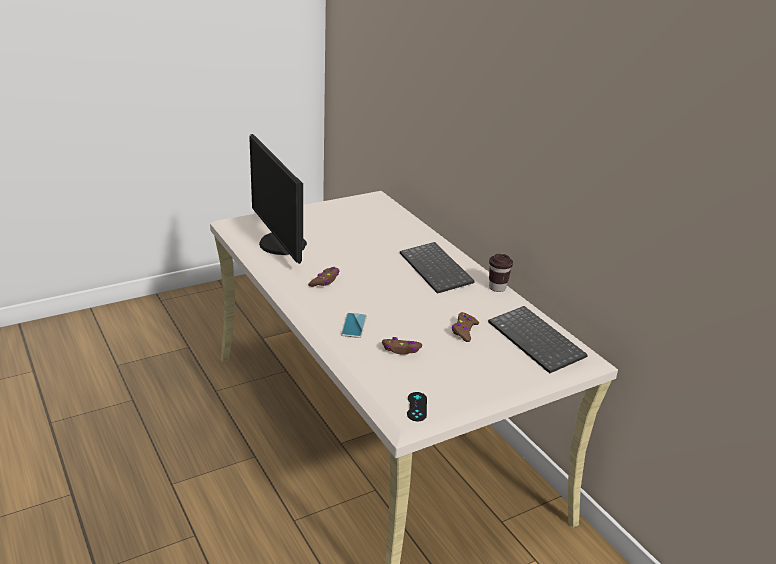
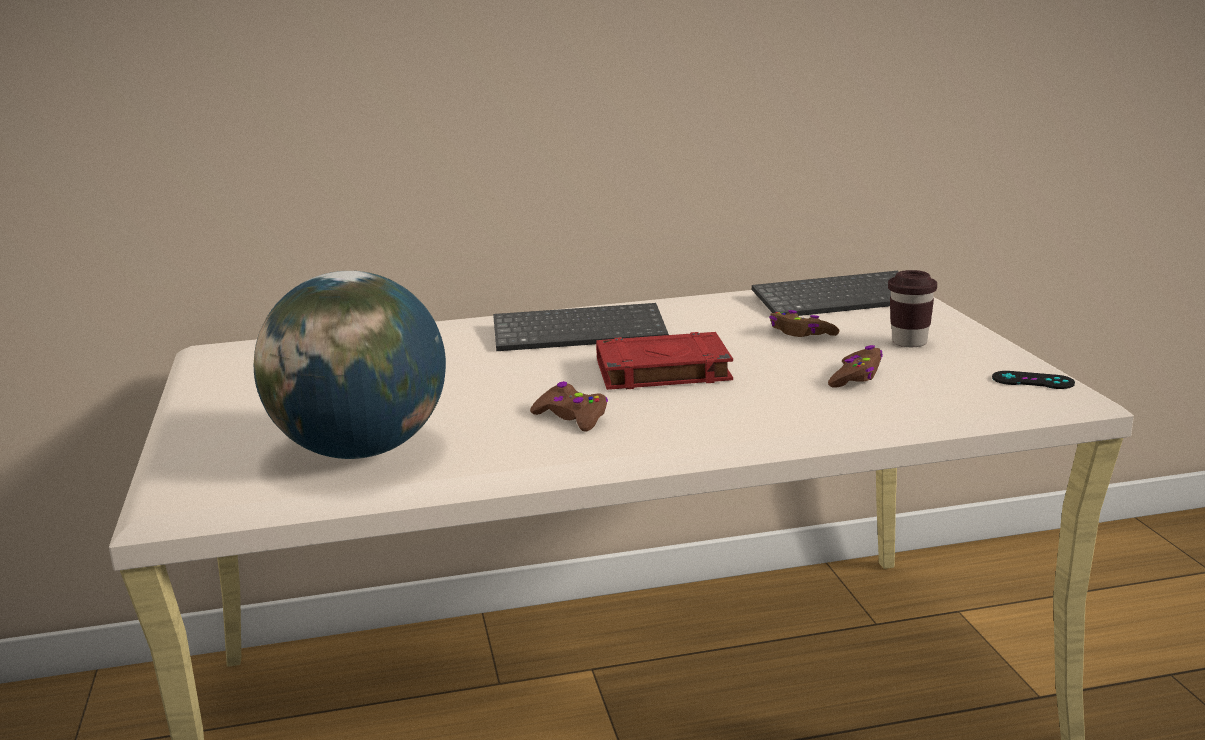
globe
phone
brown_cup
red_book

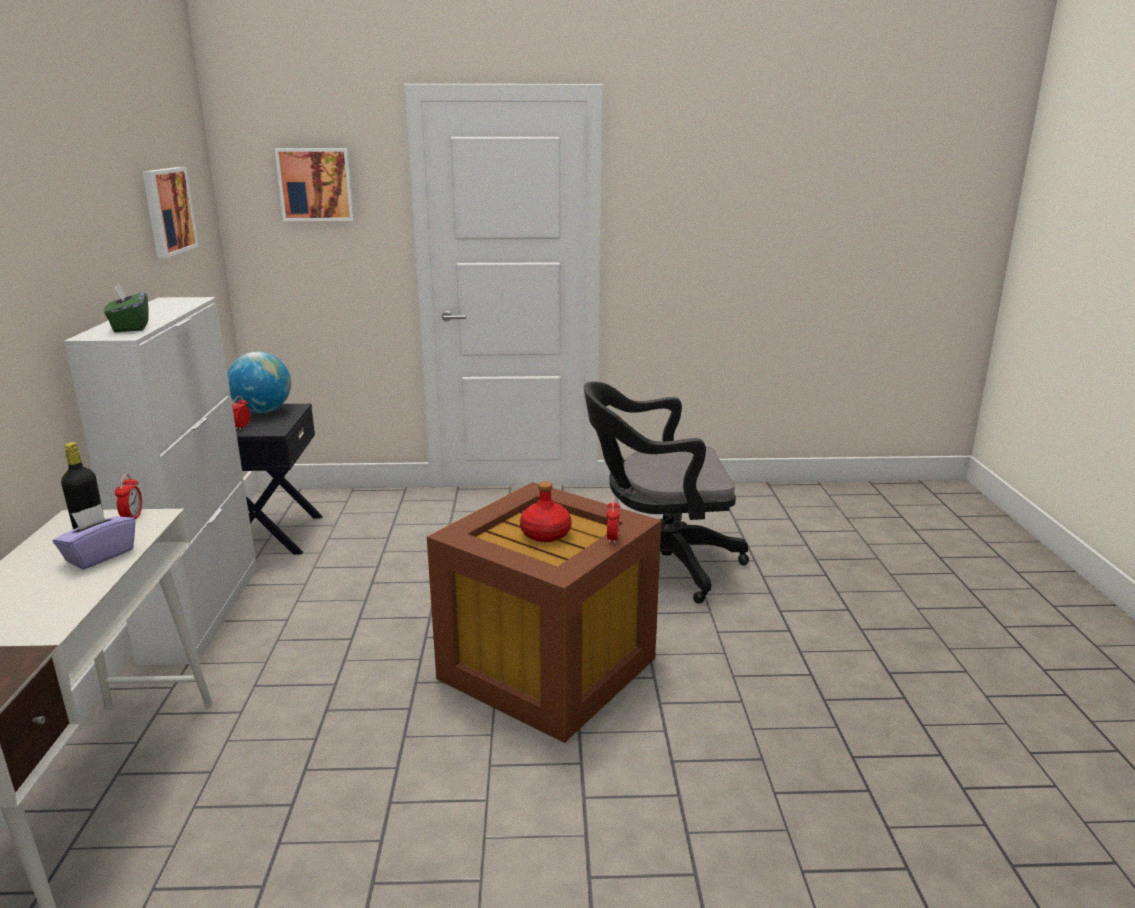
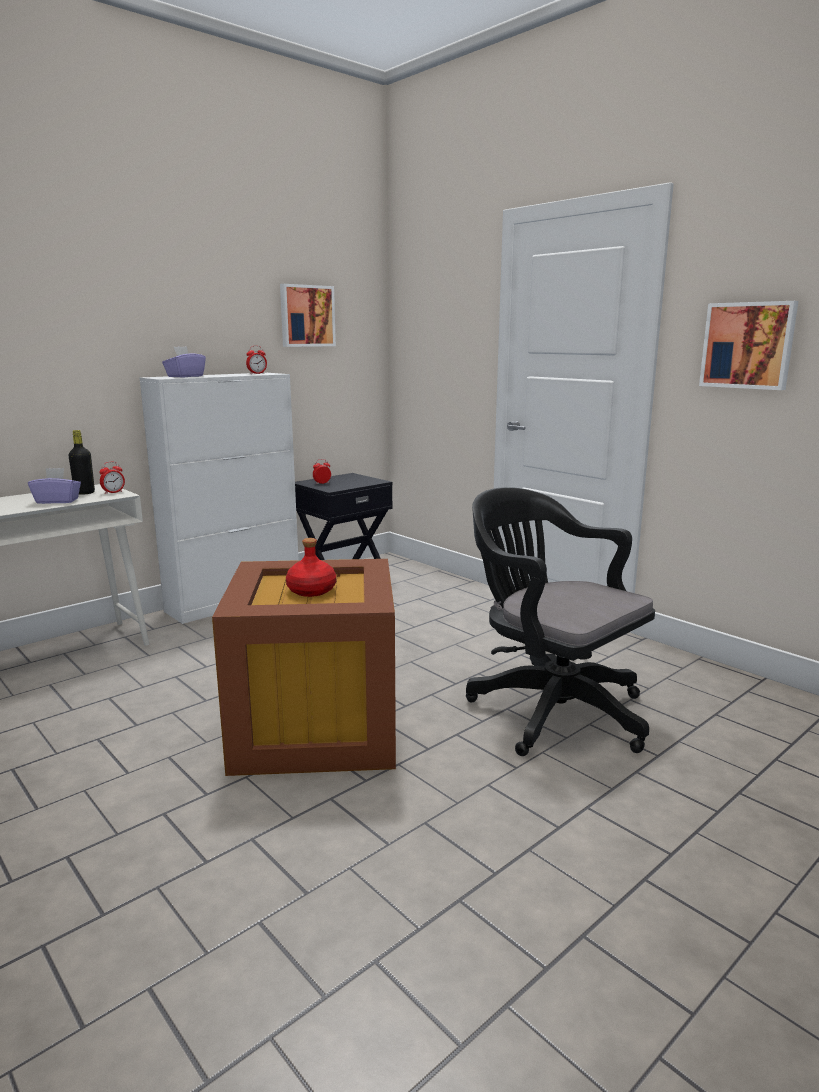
purple_tissue_box (no. 2 from left)
globe
picture (no. 2 from left)
alarm_clock (no. 2 from left)

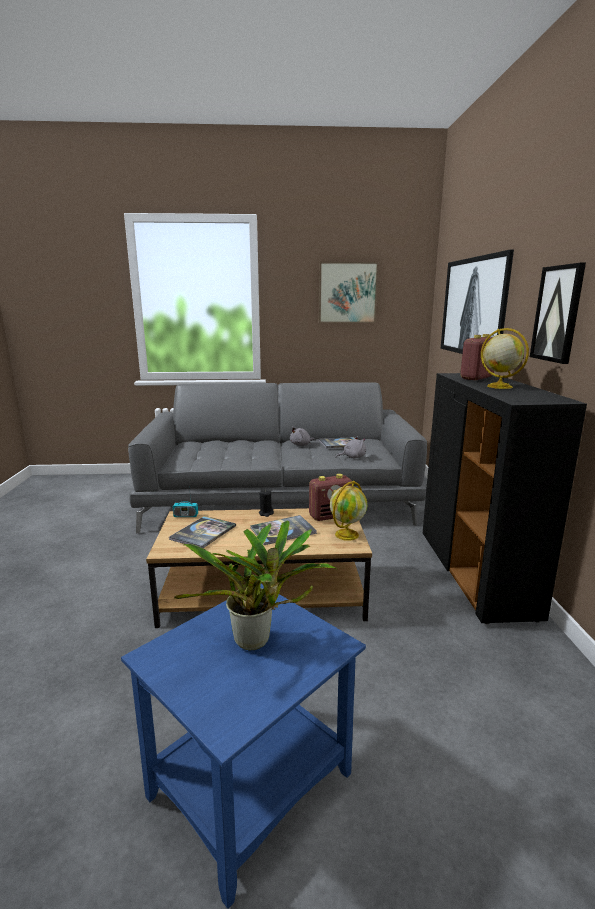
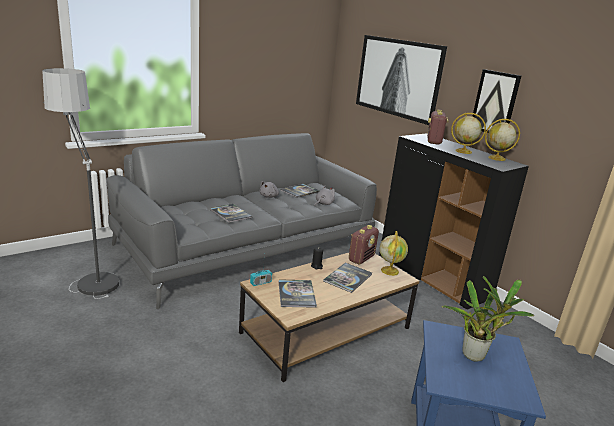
picture (no. 1 from left in the first image)
floor_lamp
book (no. 1 from left)
globe (no. 3 from left)

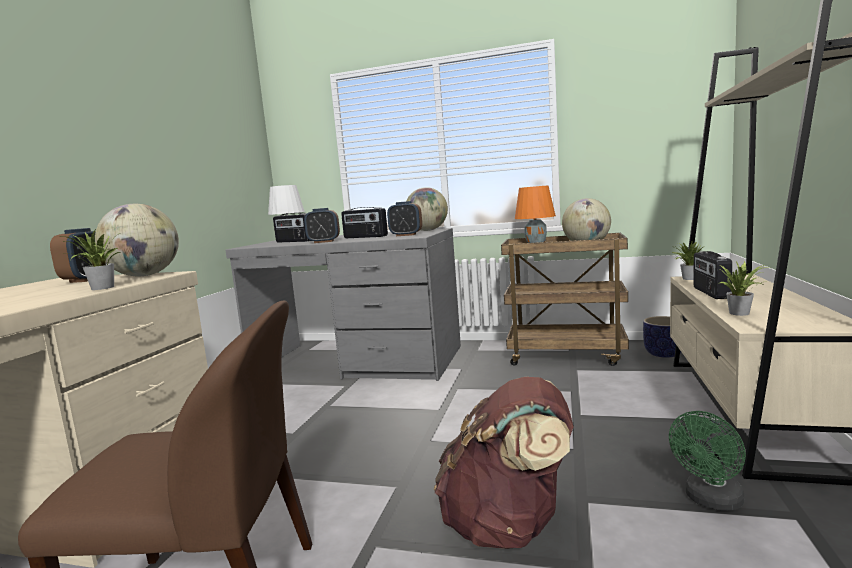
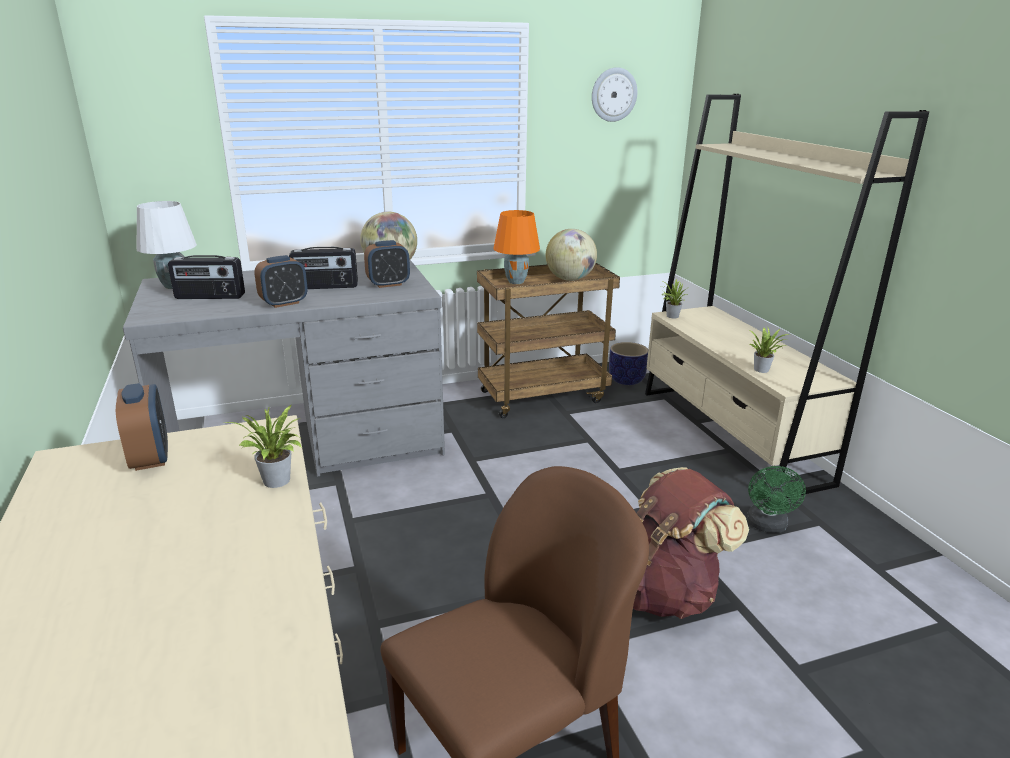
globe (no. 1 from left in the first image)
radio (no. 3 from left in the first image)
wall_clock

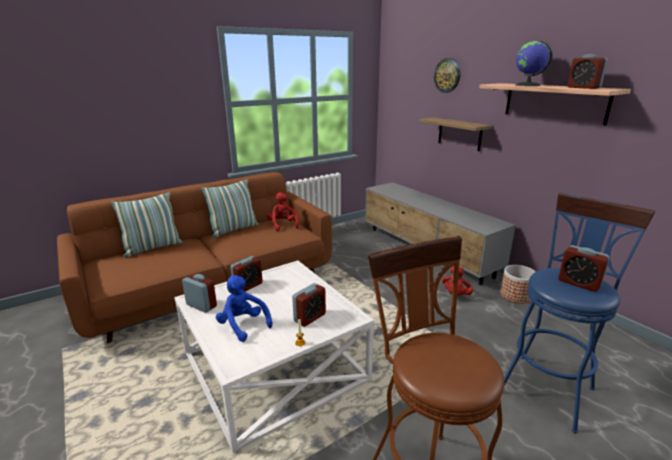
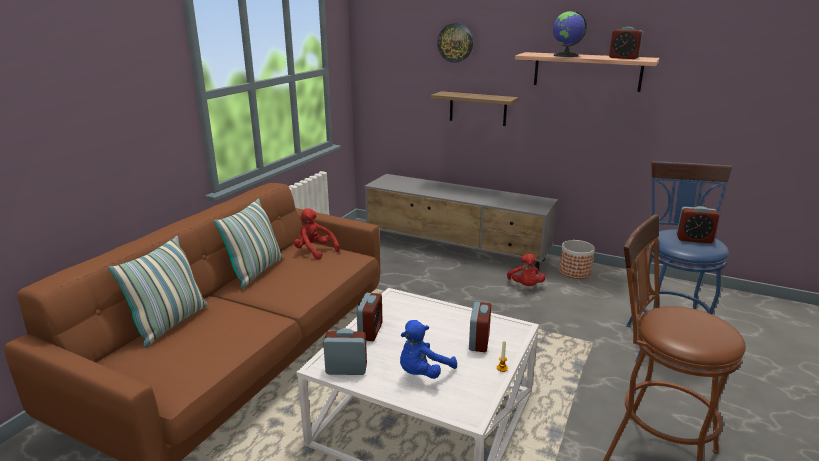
blue_plush_toy

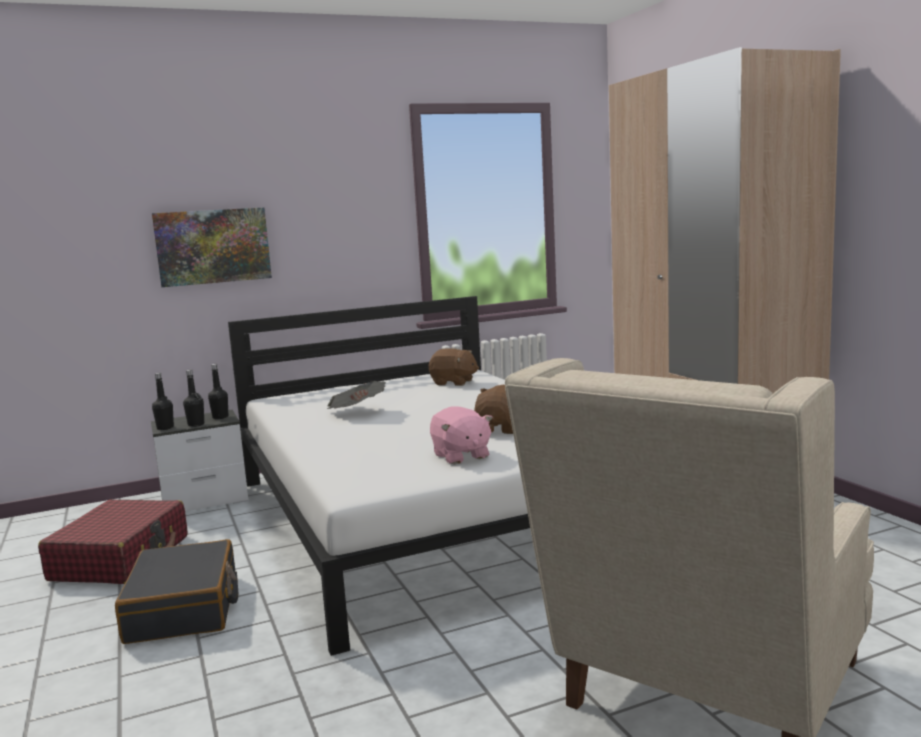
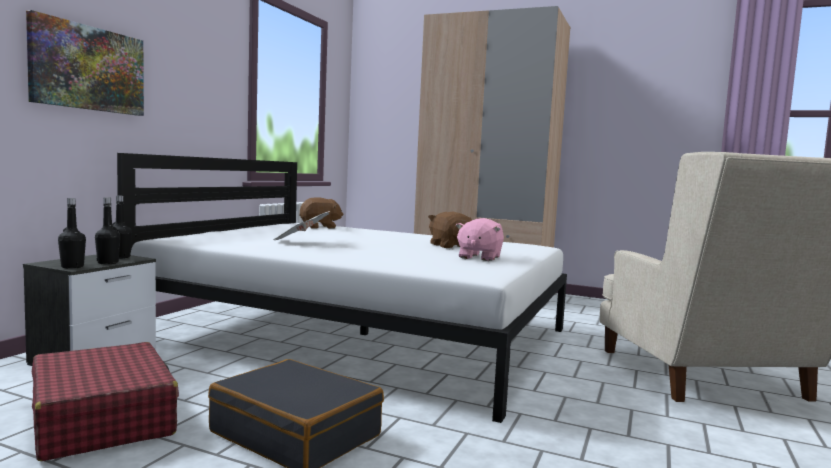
pink_plush_toy

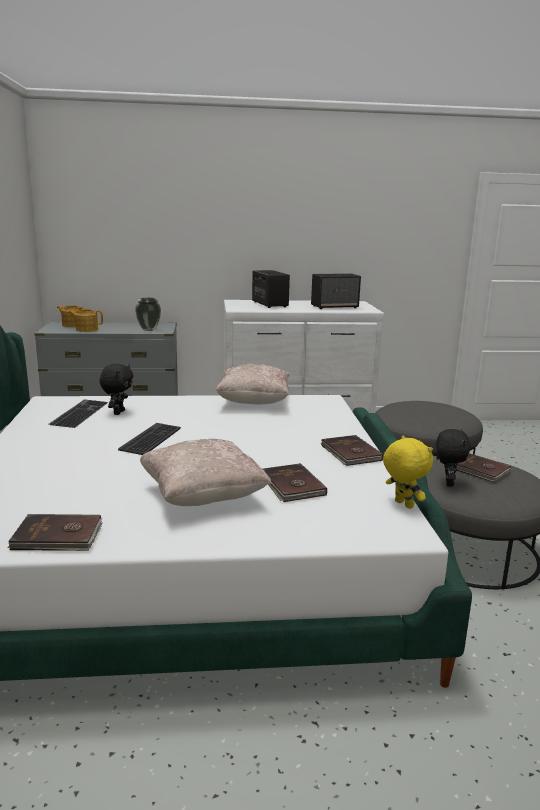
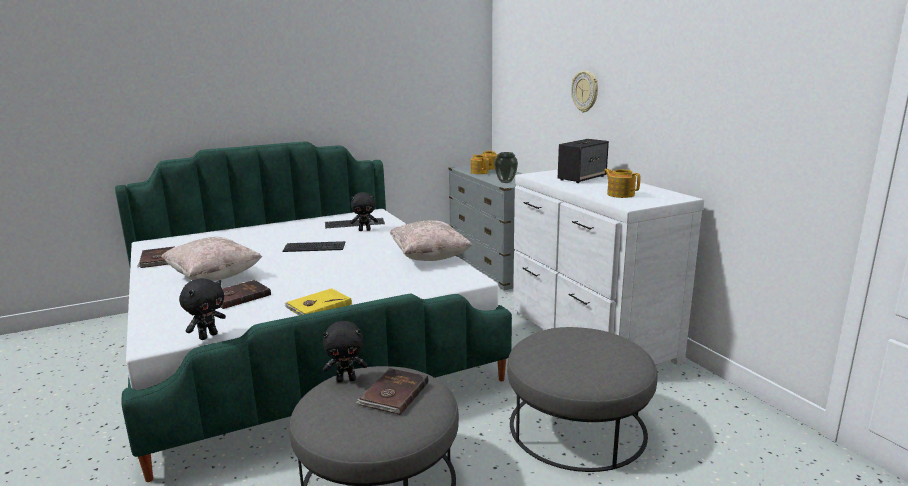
teapot (no. 3 from left)
yellow_book
black_plush_toy (no. 1 from left)
wall_clock

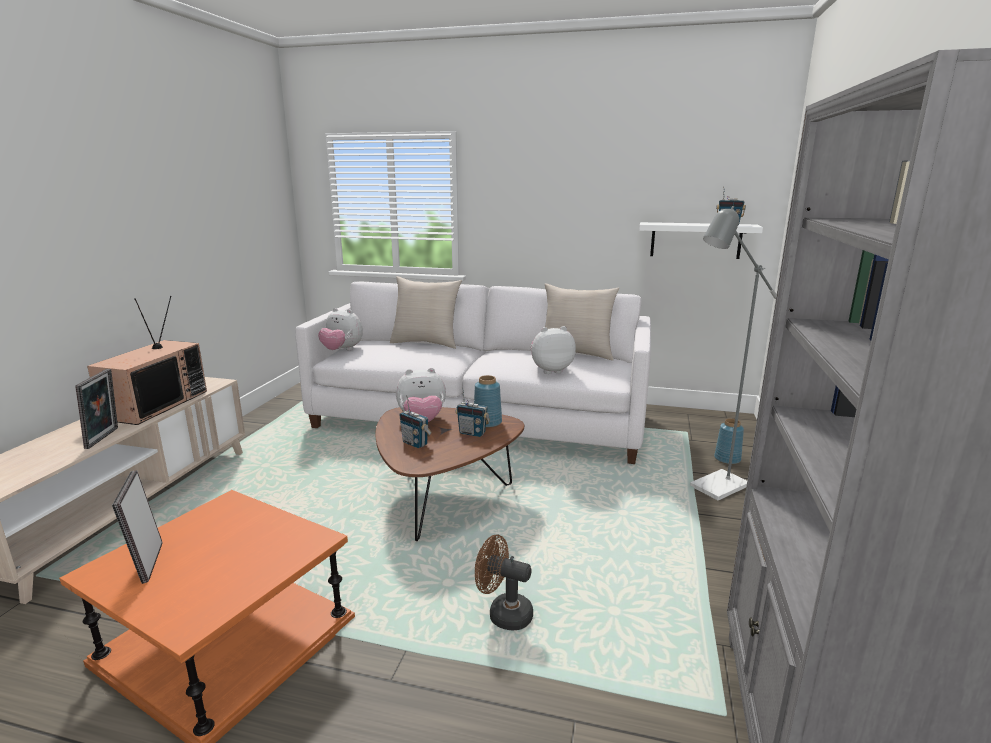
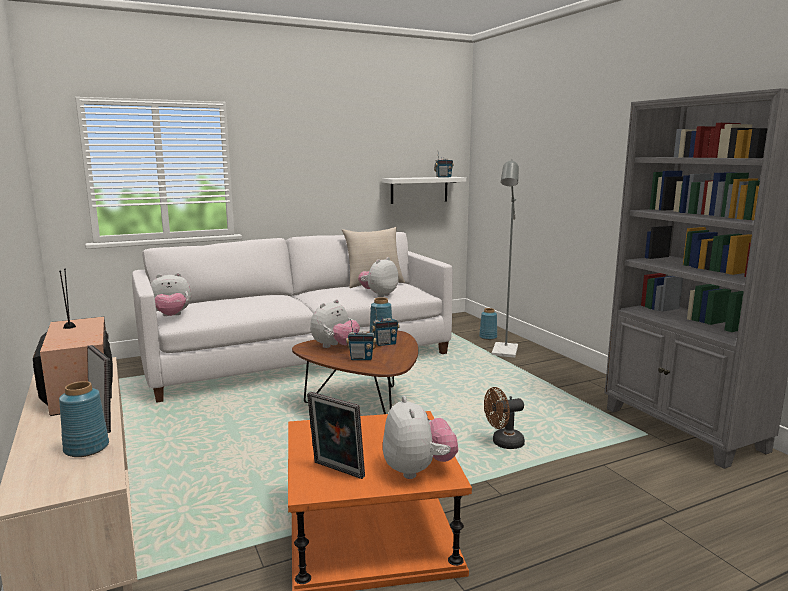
beige_pillow (no. 1 from left in the first image)
blue_vase (no. 1 from left)
plush_toy (no. 4 from left)

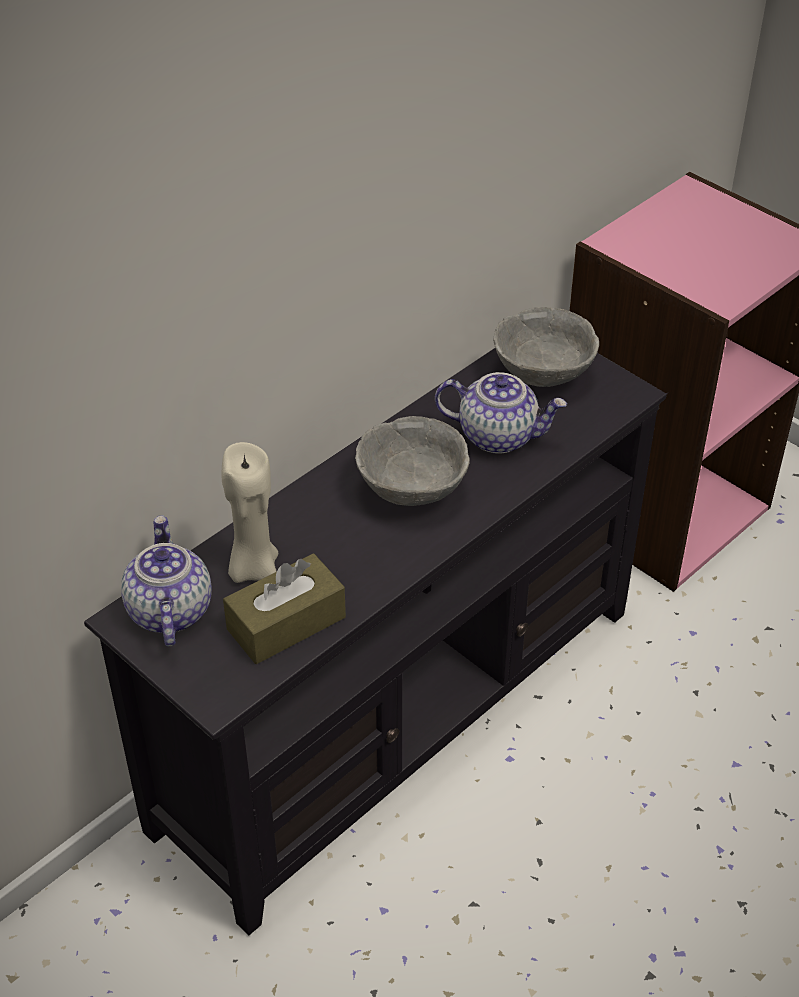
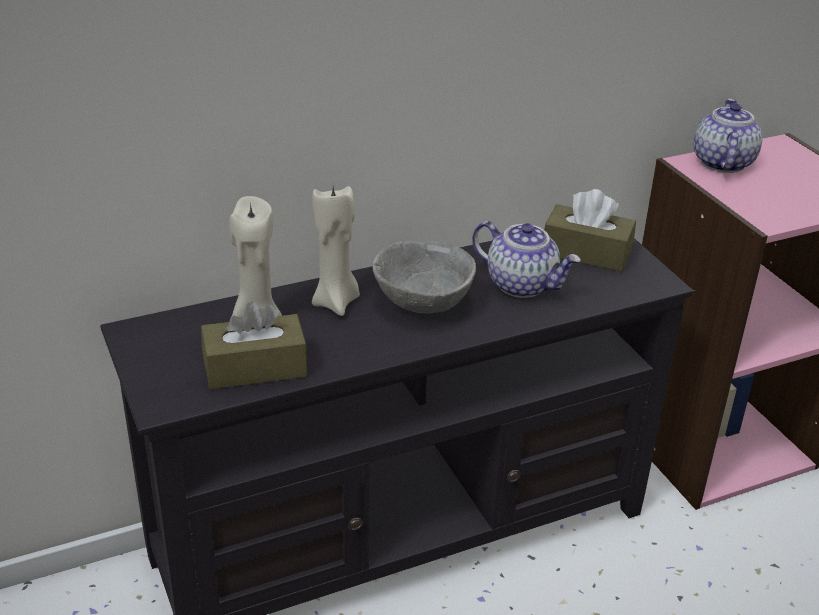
teapot (no. 2 from left)
brown_tissue_box (no. 2 from left)
beige_candle (no. 2 from left)

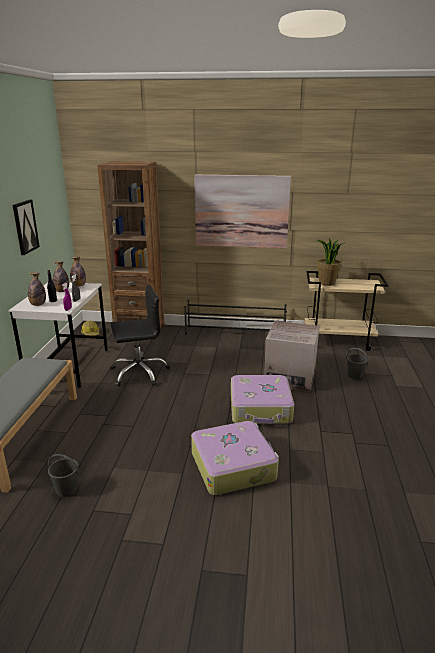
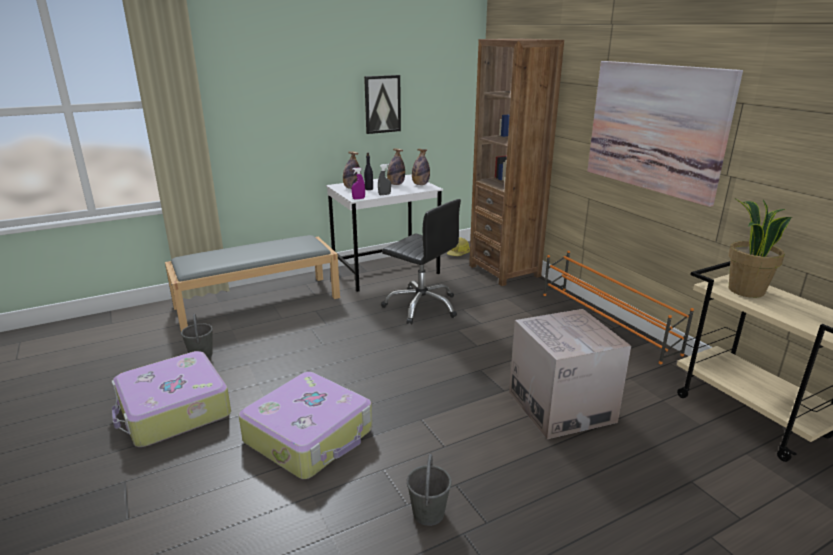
orange_shoe_rack
suitcase (no. 1 from left)
grey_bucket (no. 2 from left)

